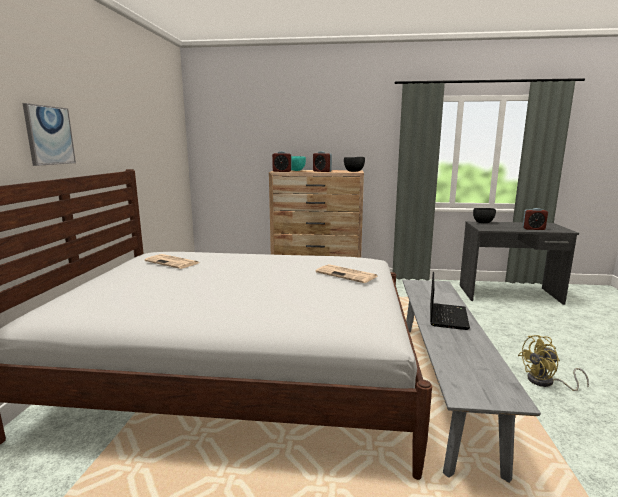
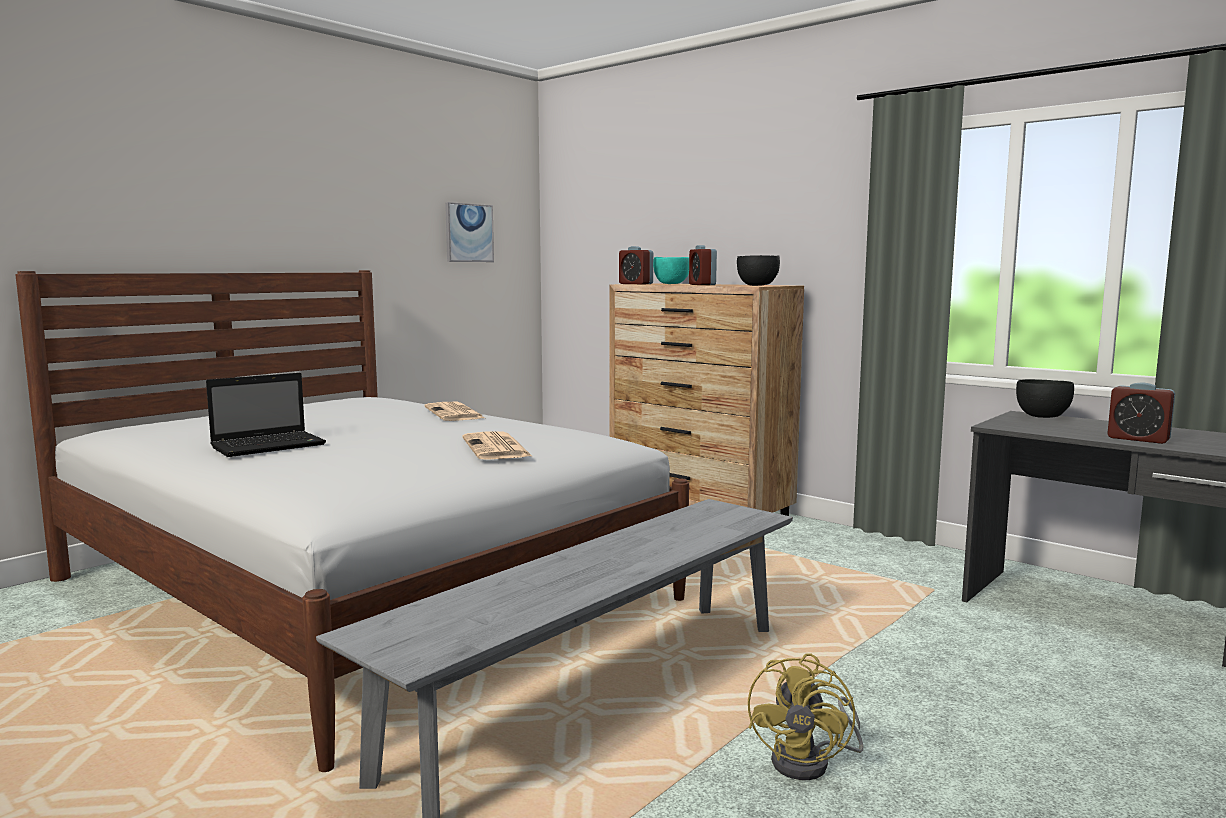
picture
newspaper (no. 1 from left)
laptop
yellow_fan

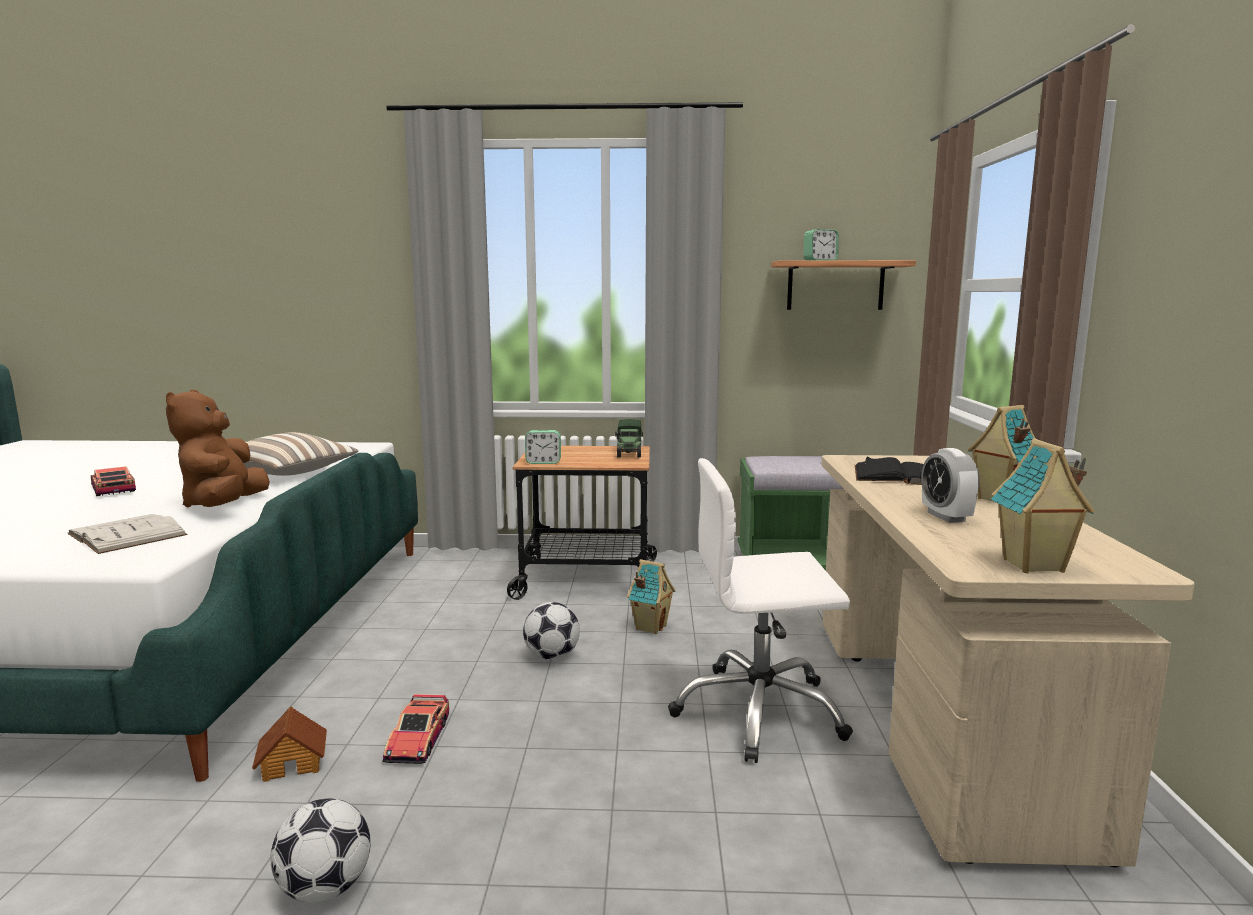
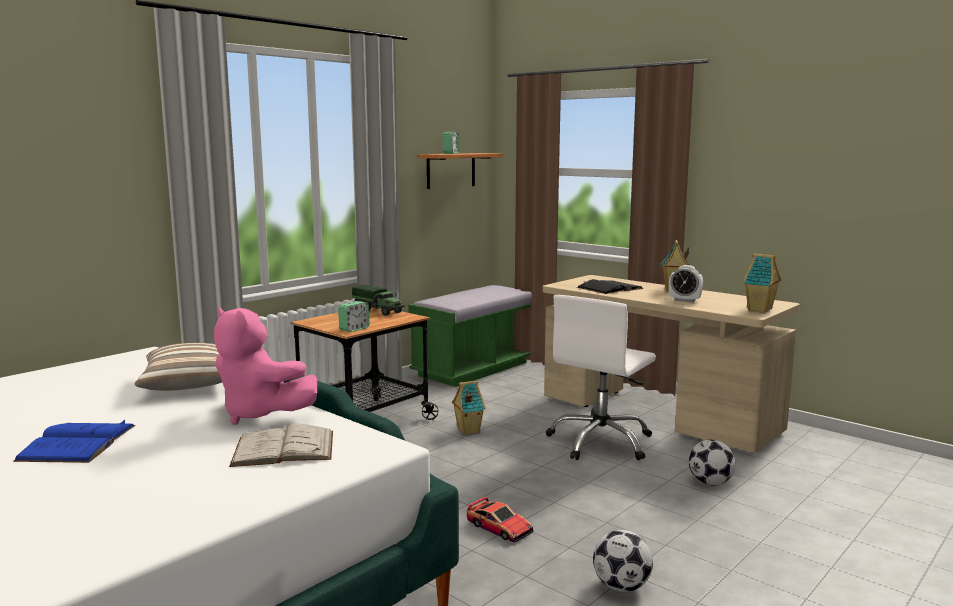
blue_book
pink_plush_toy
toy_house (no. 1 from left in the first image)
football (no. 2 from left)

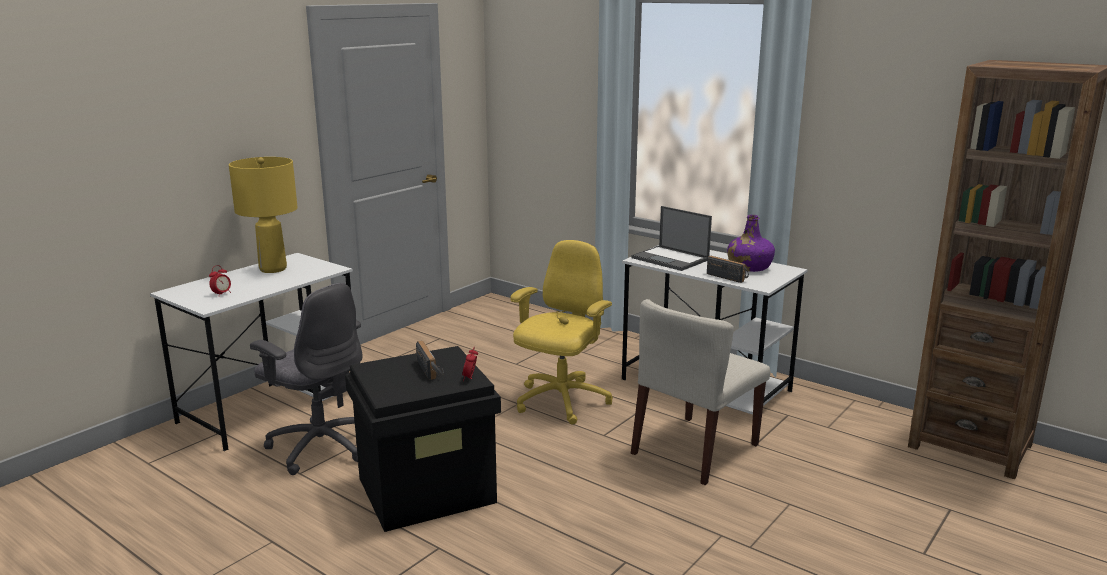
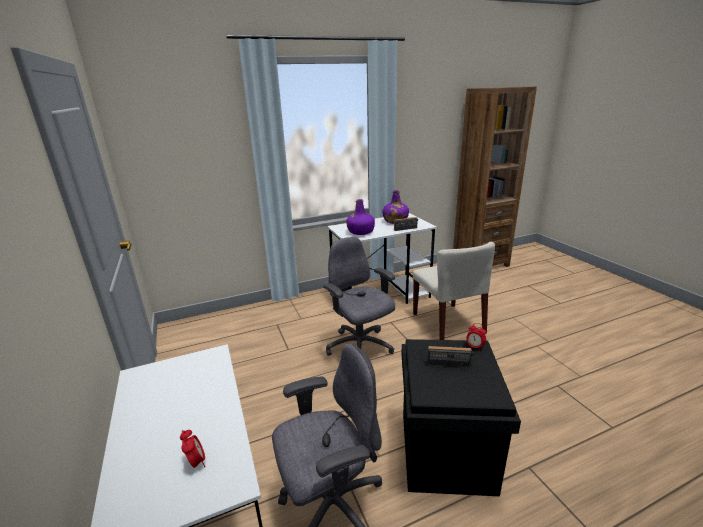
yellow_table_lamp
grey_office_chair (no. 2 from left)
purple_bottle (no. 1 from left)

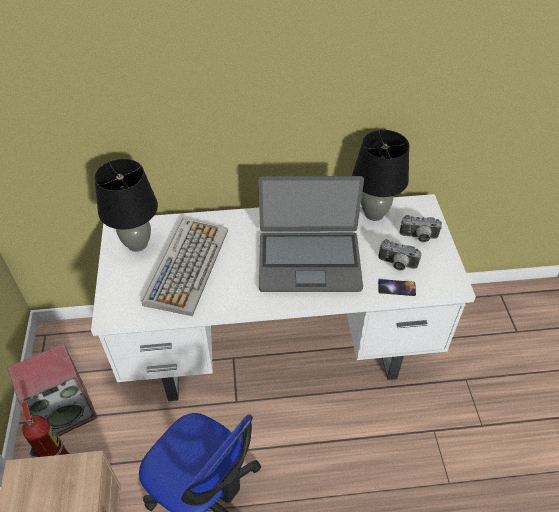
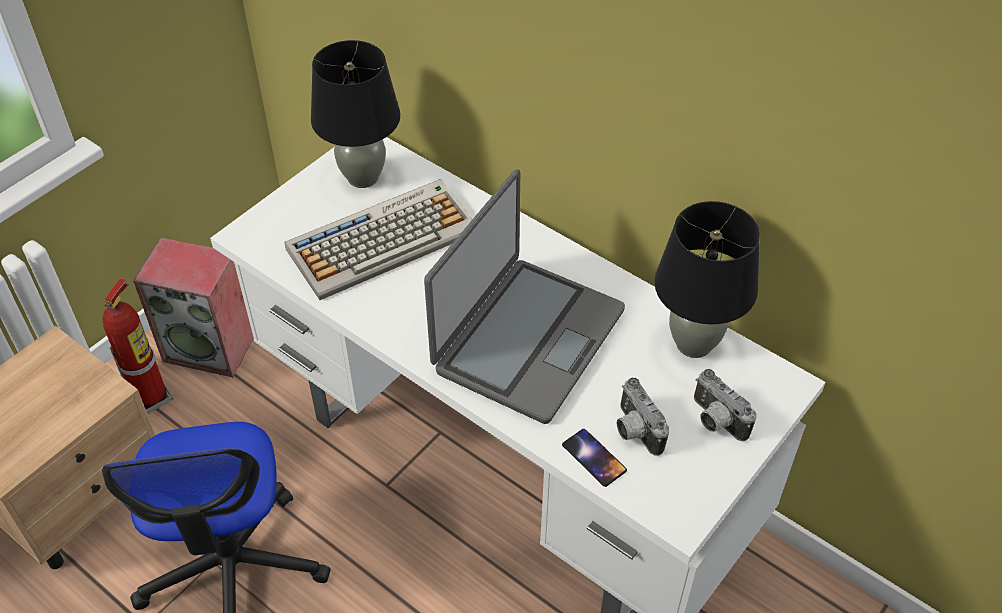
laptop

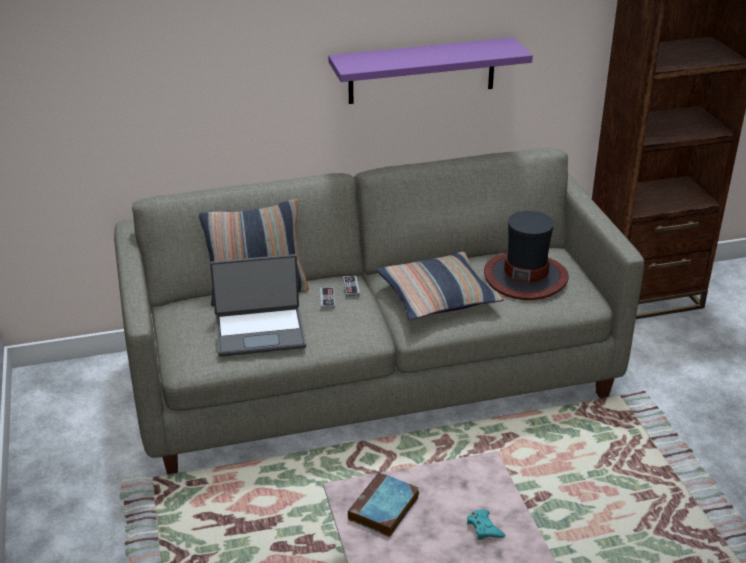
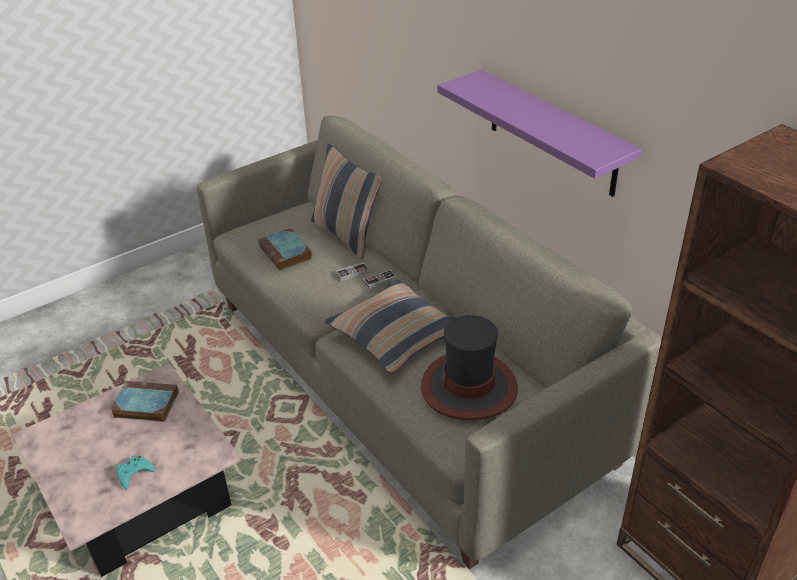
book (no. 2 from left)

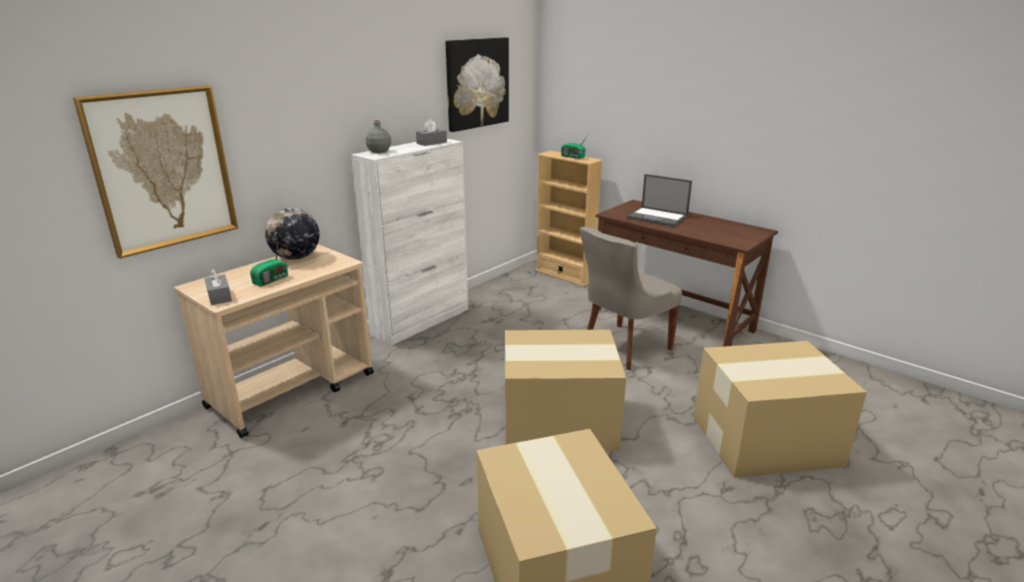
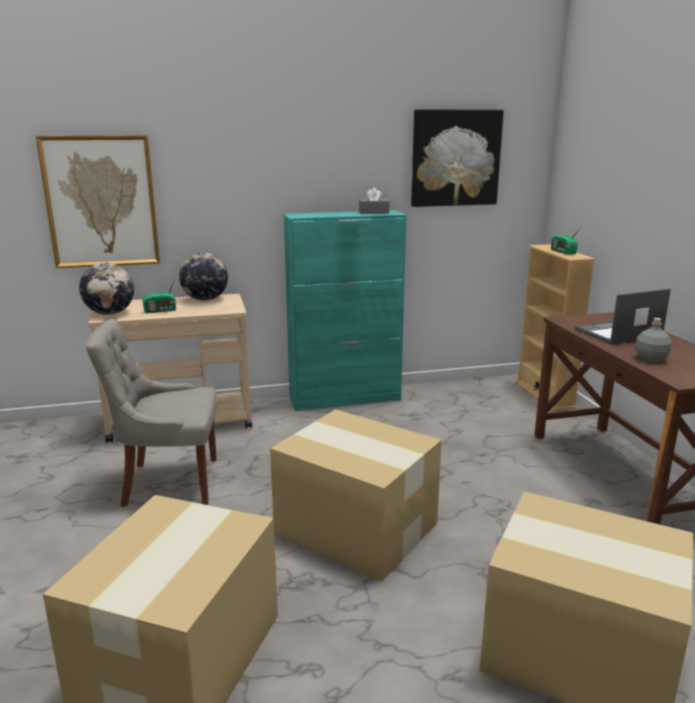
globe (no. 1 from left)
turquoise_cabinet
grey_bottle
grey_chair
laptop

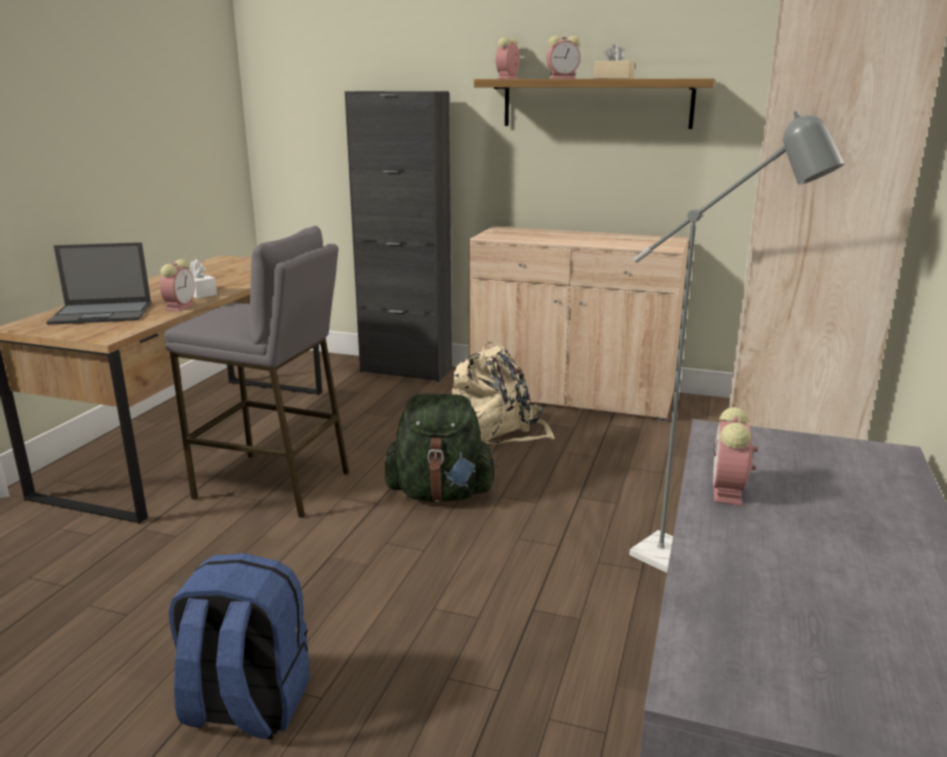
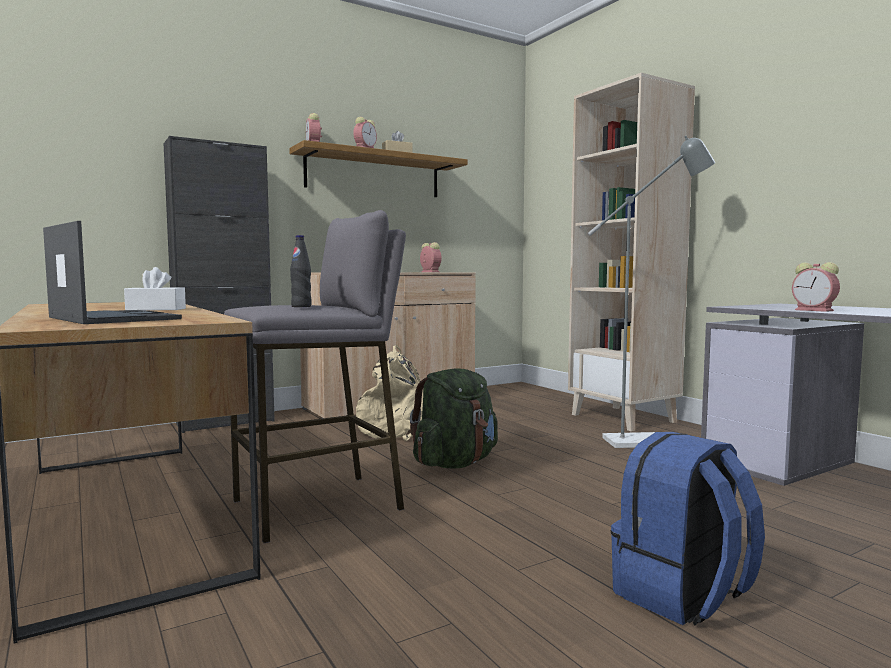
laptop
alarm_clock (no. 3 from left)
black_bottle

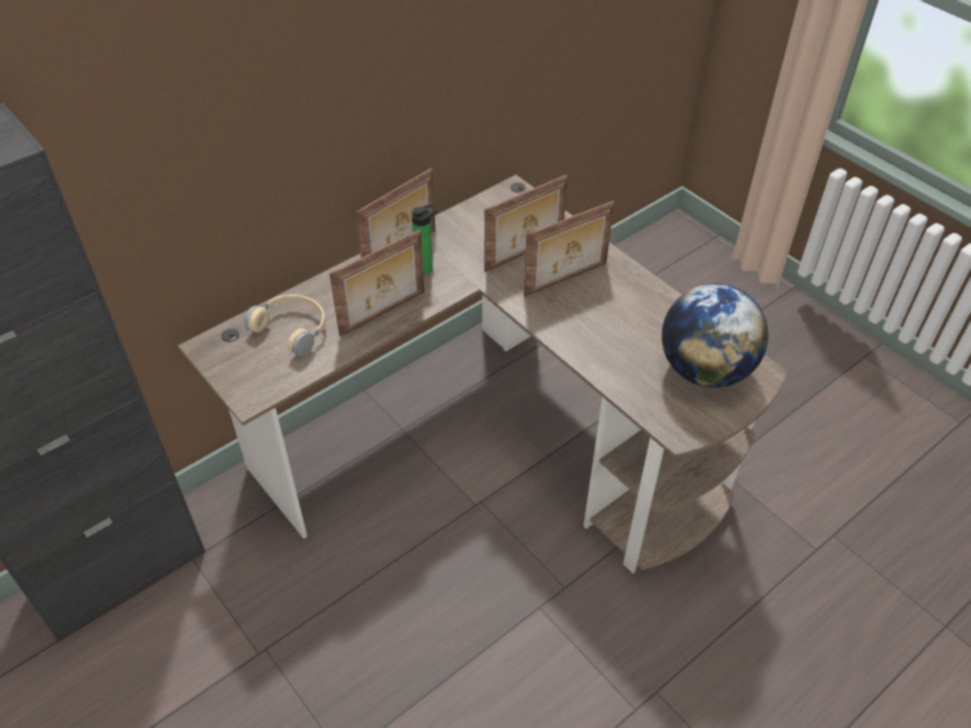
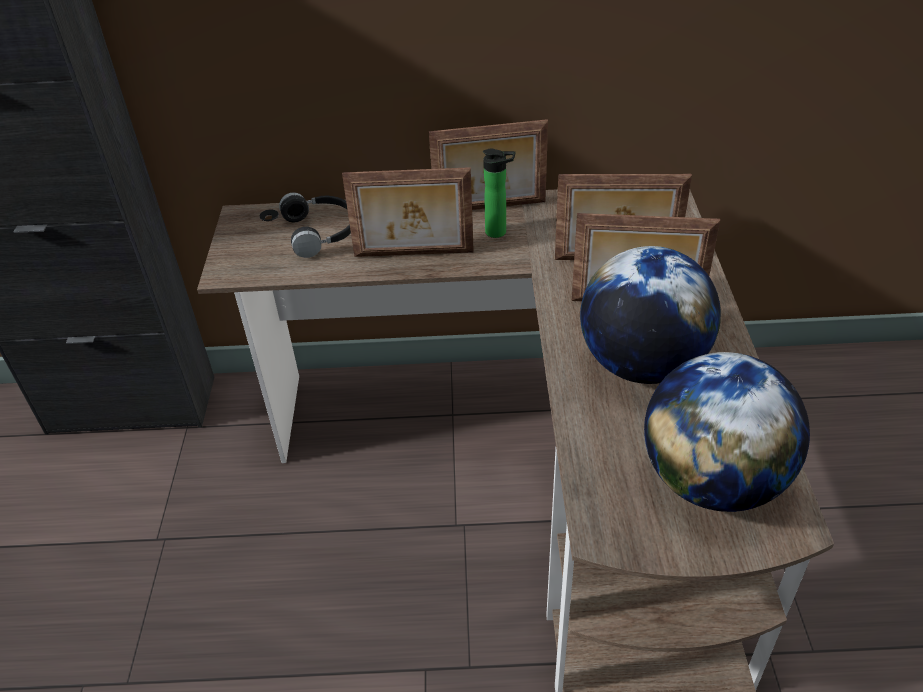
black_headphones
globe (no. 1 from left)

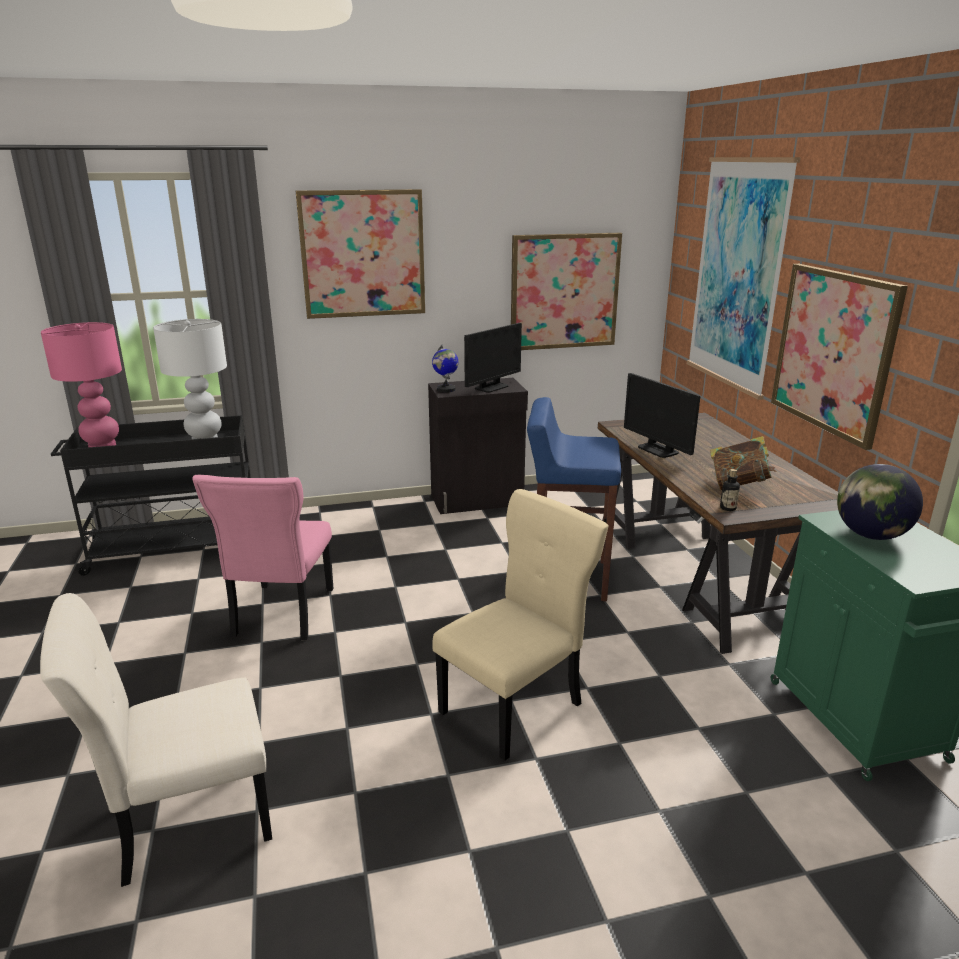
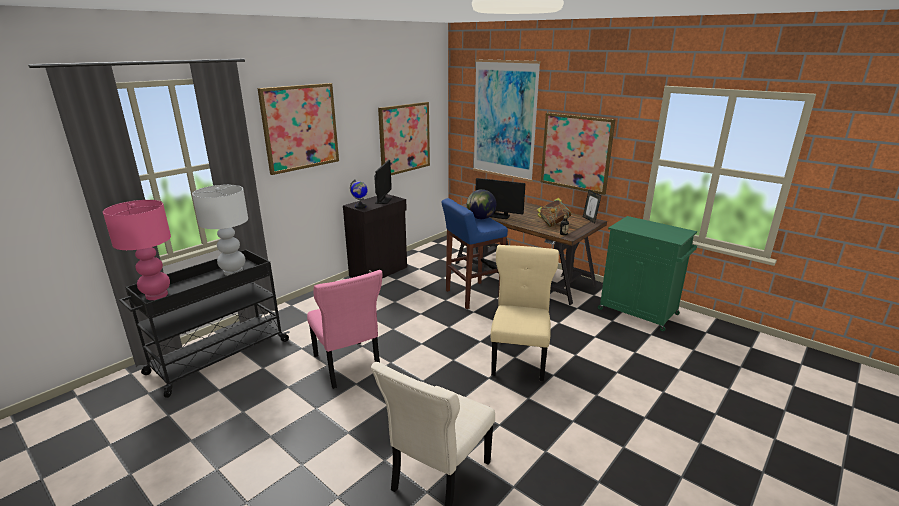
globe (no. 2 from left)
picture_frame

